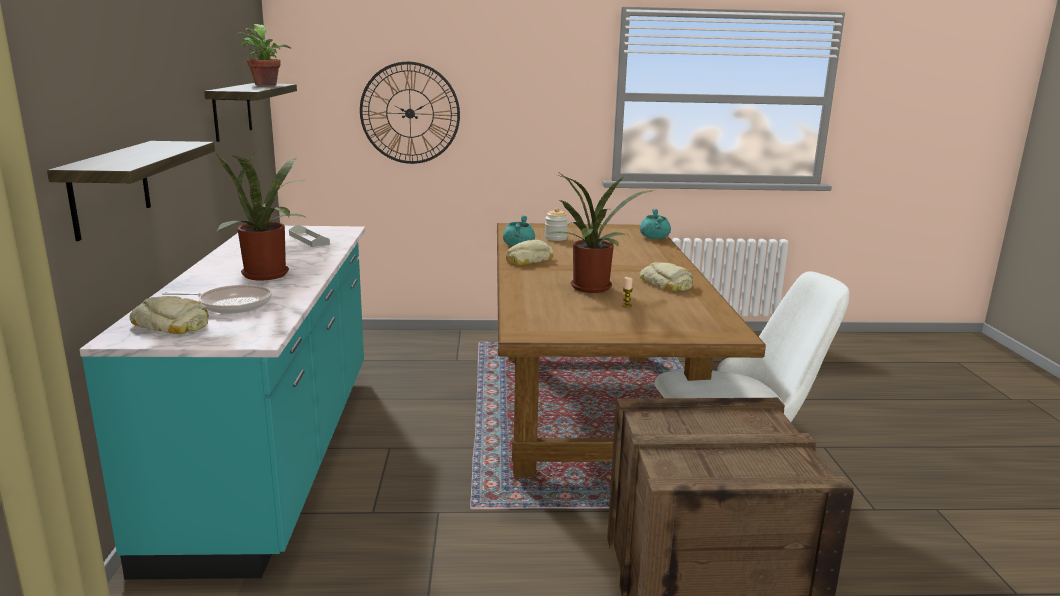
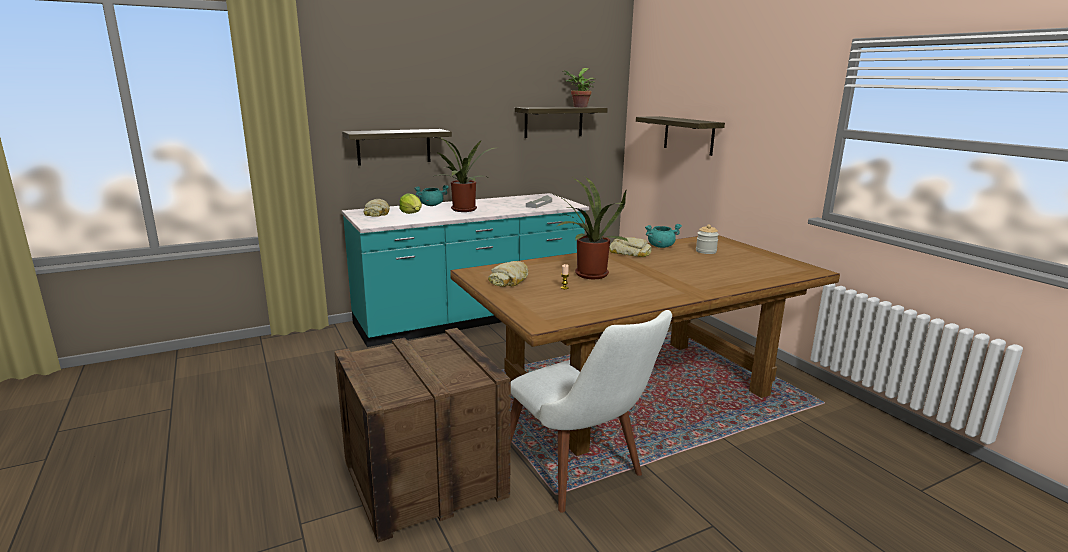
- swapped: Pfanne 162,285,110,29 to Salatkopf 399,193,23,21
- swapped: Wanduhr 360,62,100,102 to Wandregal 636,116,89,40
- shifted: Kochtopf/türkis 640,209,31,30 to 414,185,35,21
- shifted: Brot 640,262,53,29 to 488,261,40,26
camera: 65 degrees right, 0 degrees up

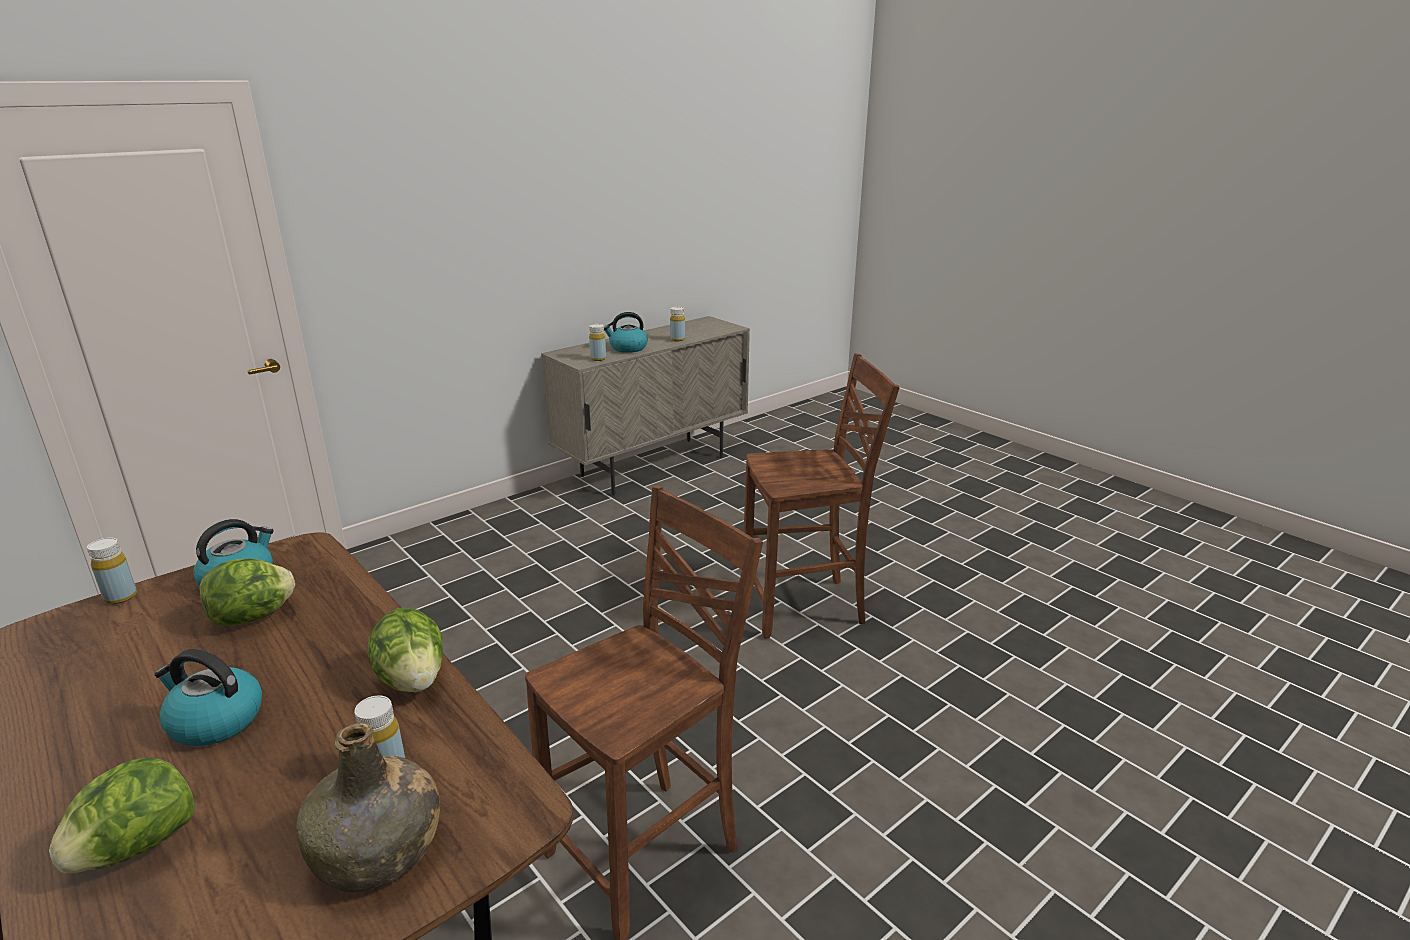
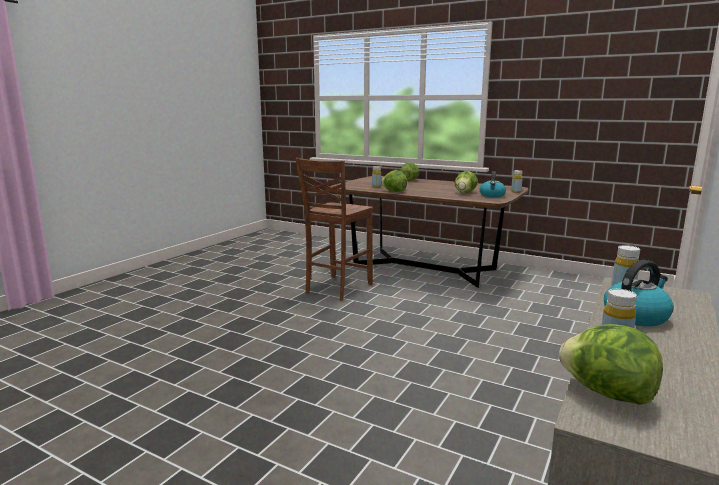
- gone: Wasserkessel 155,649,107,97
- gone: Flasche/grün 296,723,144,169
- gone: Stuhl/braun 744,353,155,286
- new: Salatkopf 559,324,104,81
camera: 160 degrees right, 10 degrees down

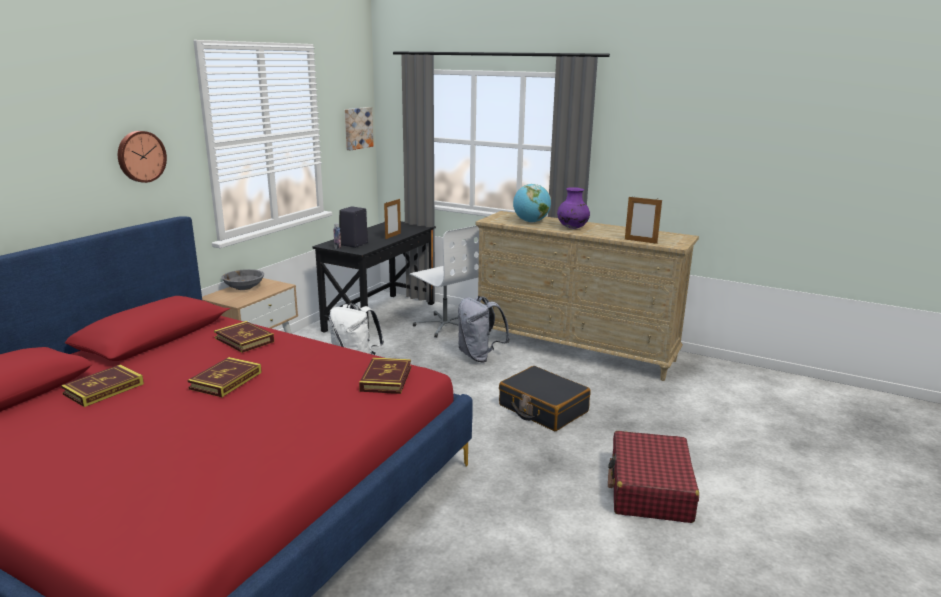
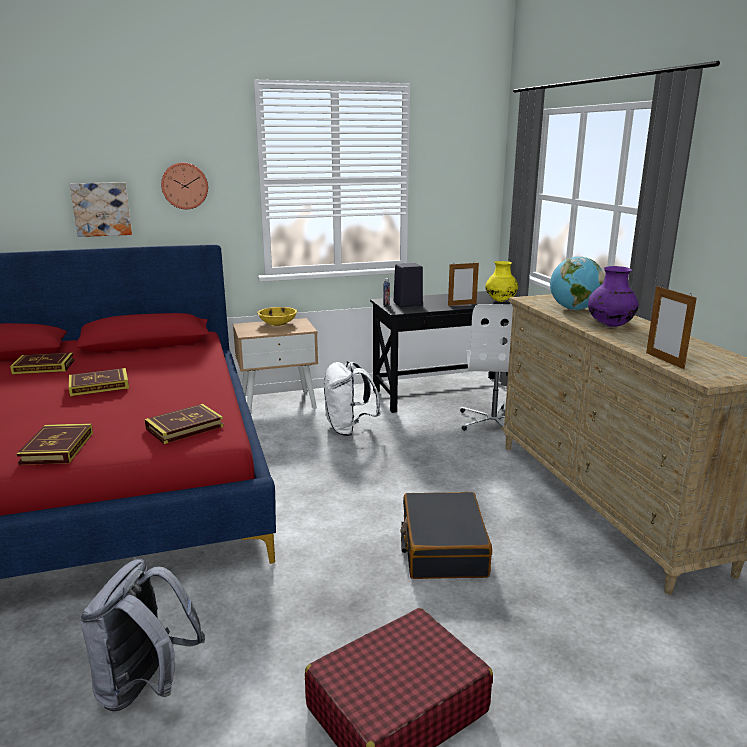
- shifted: Buch 214,321,60,32 to 16,423,77,42
- repainted: Schüssel/grau 222,269,42,21 to Schüssel/gelb 257,307,40,19
- shifted: Bild 345,107,29,43 to 70,182,62,55
- shifted: Rucksack/grau 458,296,52,66 to 81,559,124,153
- new: Vase/gelb 485,261,33,41
camera: 45 degrees right, 0 degrees up

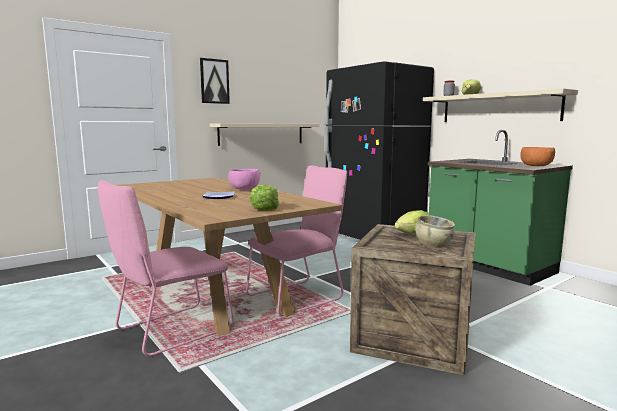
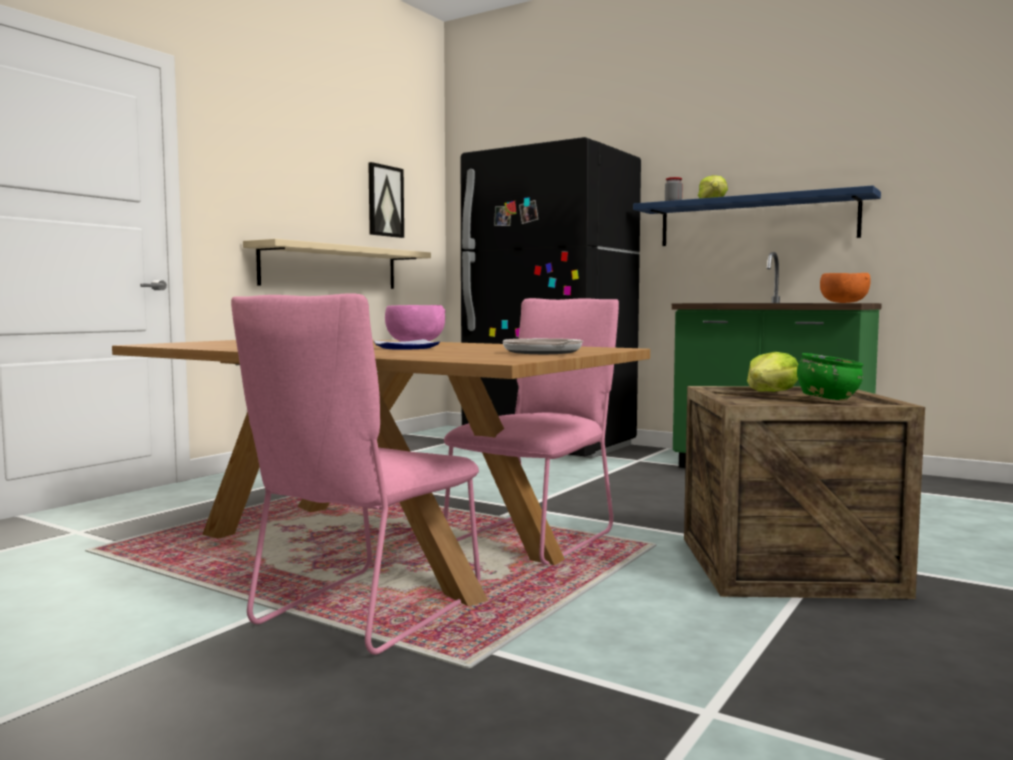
- shifted: Bild 200,58,30,46 to 368,162,36,76
- swapped: Salatkopf 249,185,30,25 to Pfanne 503,338,80,16
- repainted: Schüssel/beige 415,215,40,33 to Schüssel/grün 797,353,67,48
- repainted: Wandregal/beige 423,88,155,34 to Wandregal/blau 633,185,248,61
camera: 20 degrees left, 5 degrees down

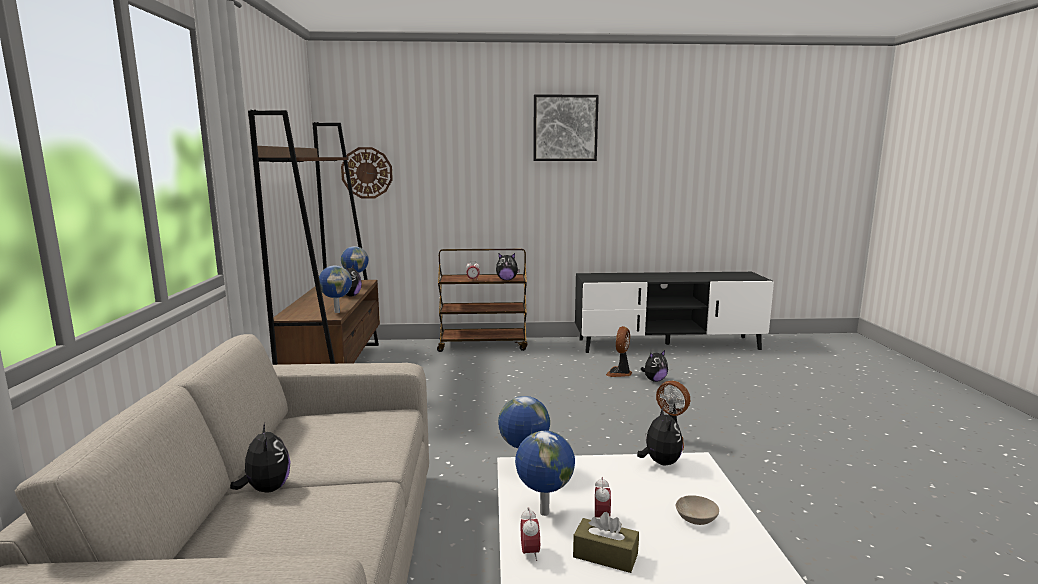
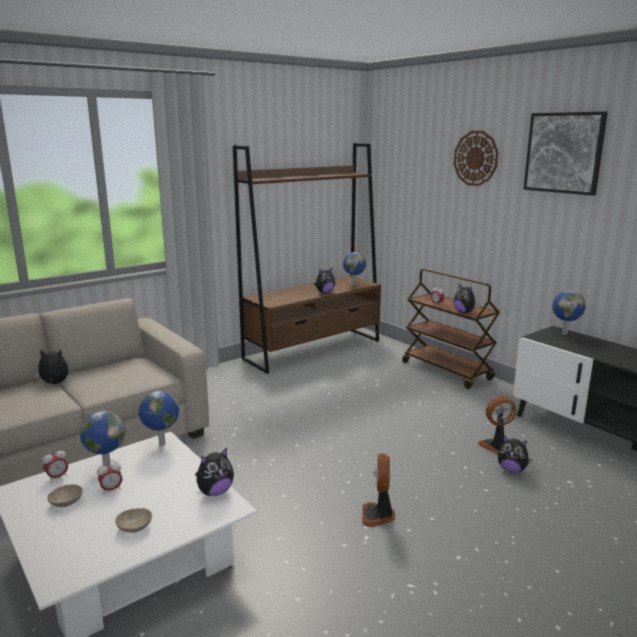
- rotated: Plüschtier 230,423,61,70 = 33,349,36,35 120 degrees counterclockwise
- shifted: Globus 319,265,33,48 to 552,291,33,44
- shifted: Wanduhr 341,147,52,51 to 454,131,44,55
- swapped: Taschentuchbox/braun 573,512,66,61 to Schüssel/beige 47,484,36,23
camera: 55 degrees right, 5 degrees up

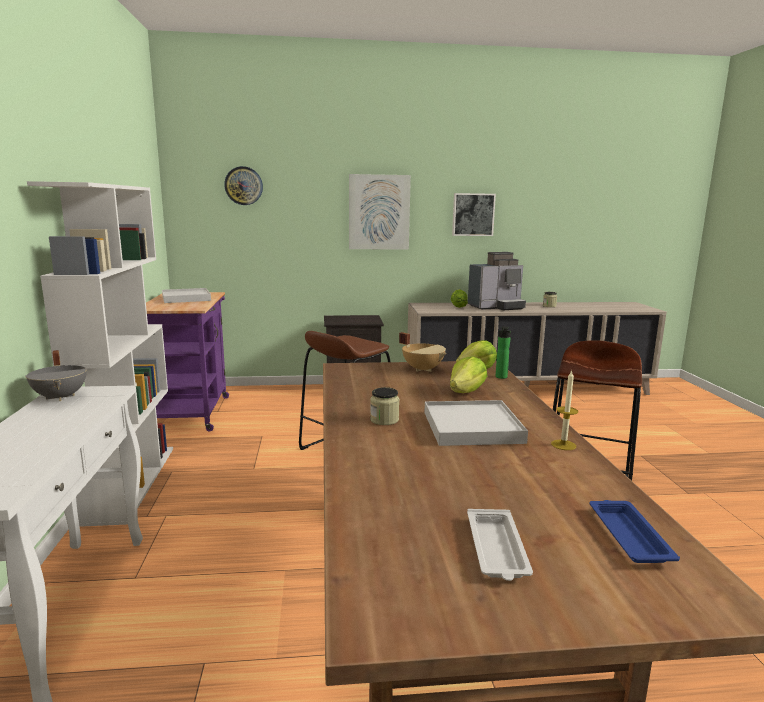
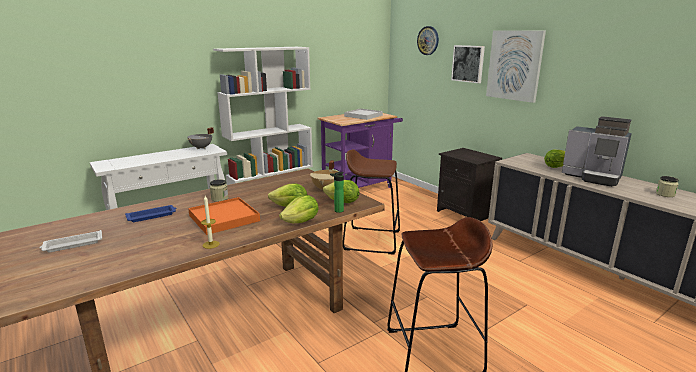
- repainted: Tablett/weiß 424,400,104,46 to Tablett/orange 188,197,72,38
- shifted: Bild 452,193,44,43 to 451,45,34,38
- shifted: Tablett/blau 590,500,90,63 to 125,205,51,17
- new: Salatkopf 279,195,40,28
camera: 60 degrees right, 5 degrees up

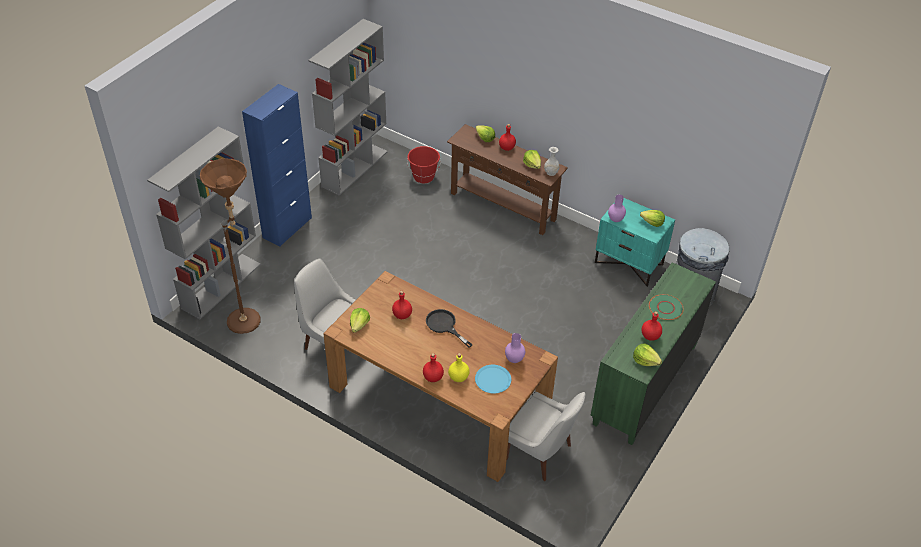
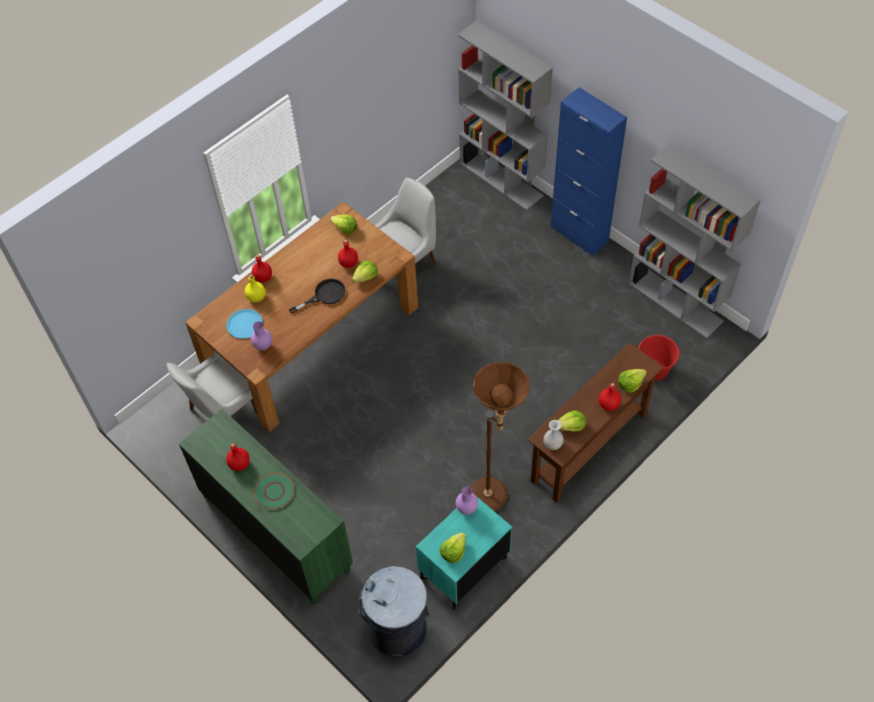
- shifted: Stehlampe/braun 200,159,60,175 to 470,362,60,150
- shifted: Salatkopf 633,343,29,23 to 352,261,26,22
camera: 105 degrees right, 10 degrees up

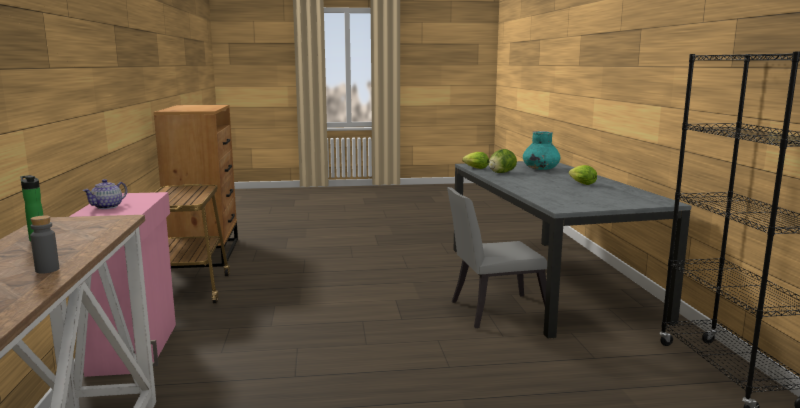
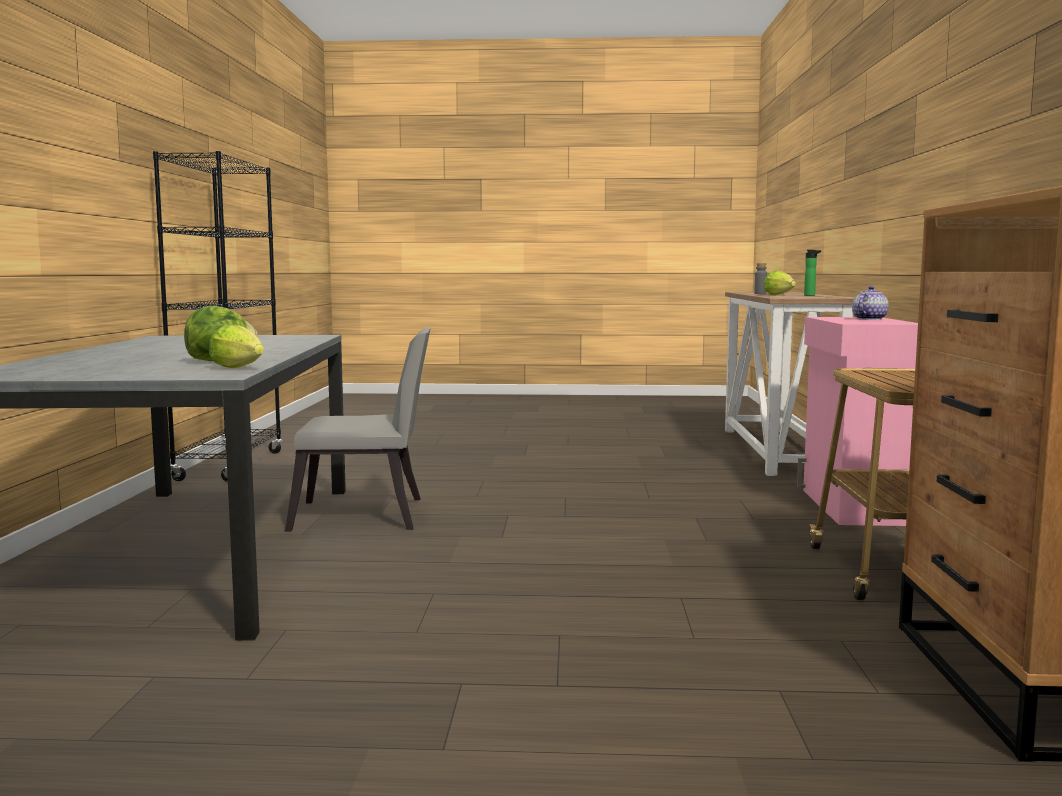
- gone: Vase/türkis 523,131,38,39
- shifted: Salatkopf 569,165,28,20 to 763,271,33,24
camera: 170 degrees left, 5 degrees down

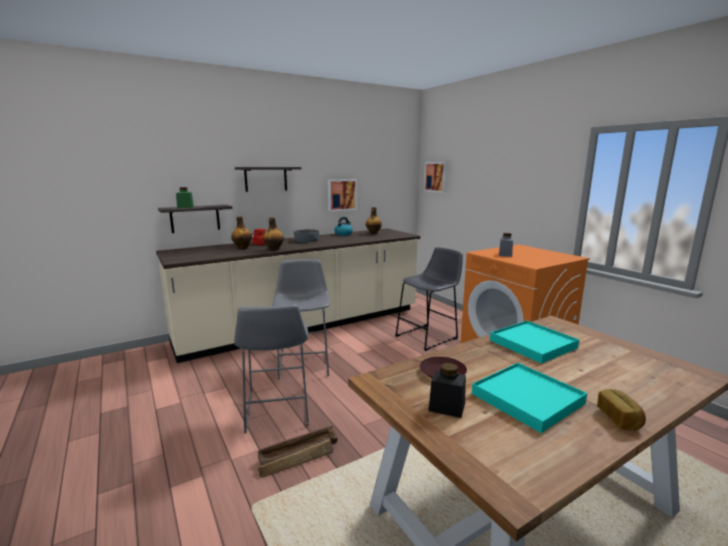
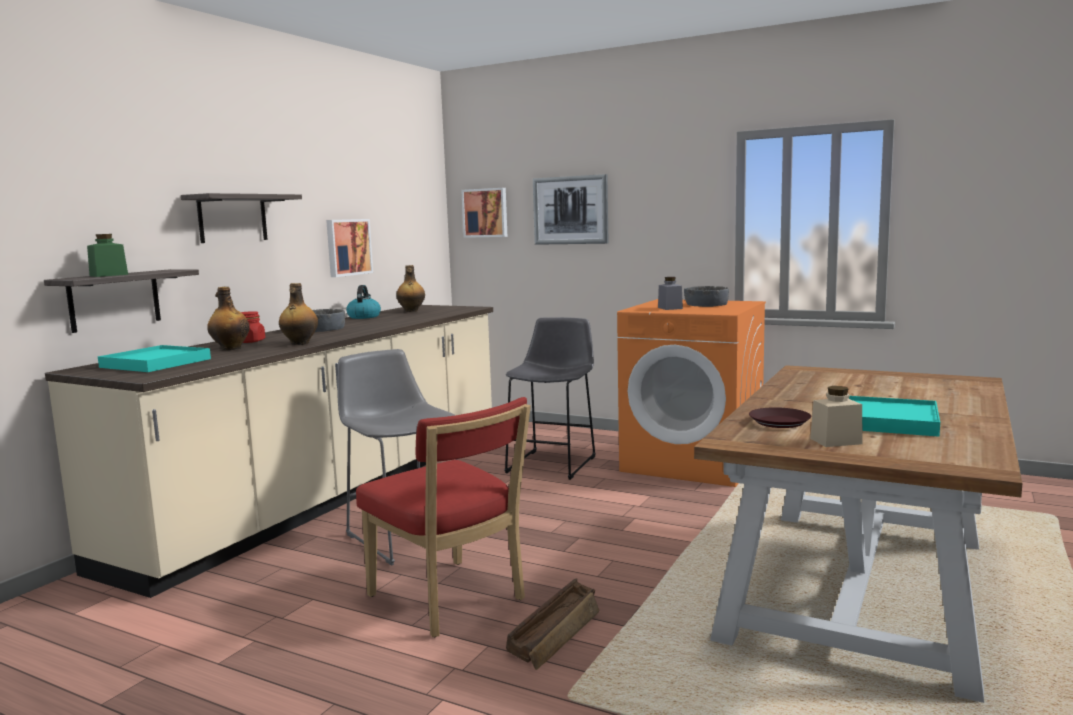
- swapped: Hocker/grau 234,304,75,129 to Stuhl/rot 356,397,175,240
- repainted: Vorratsglas/schwarz 429,363,37,55 to Vorratsglas/beige 810,386,53,61
- shifted: Tablett/türkis 490,321,89,43 to 98,345,113,27
- gone: Brot 597,389,49,42
- new: Bild 533,174,75,71
- new: Schüssel/grau 684,286,45,21
camera: 30 degrees left, 5 degrees down

